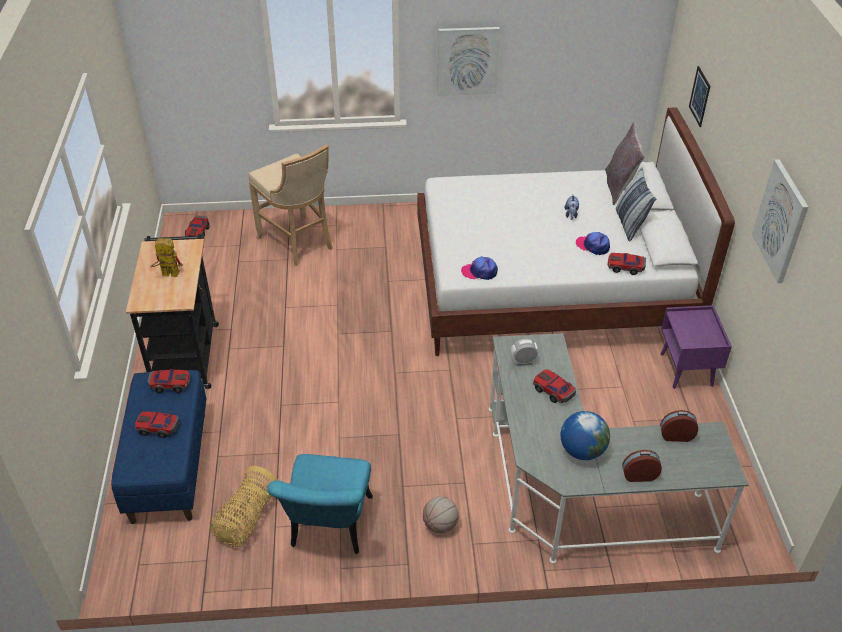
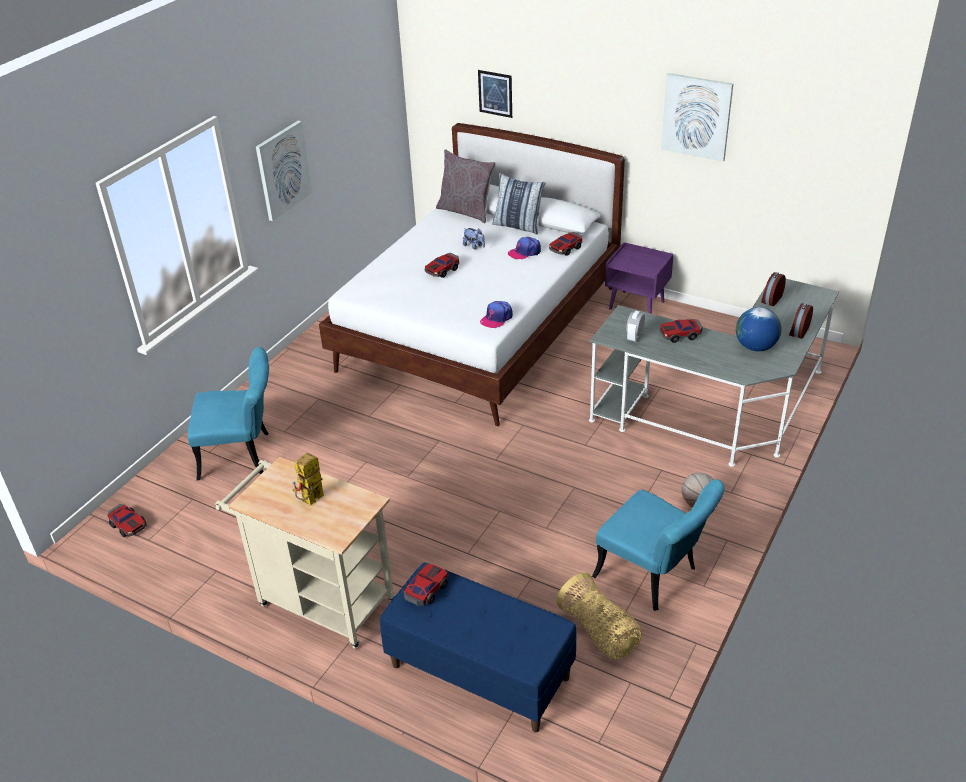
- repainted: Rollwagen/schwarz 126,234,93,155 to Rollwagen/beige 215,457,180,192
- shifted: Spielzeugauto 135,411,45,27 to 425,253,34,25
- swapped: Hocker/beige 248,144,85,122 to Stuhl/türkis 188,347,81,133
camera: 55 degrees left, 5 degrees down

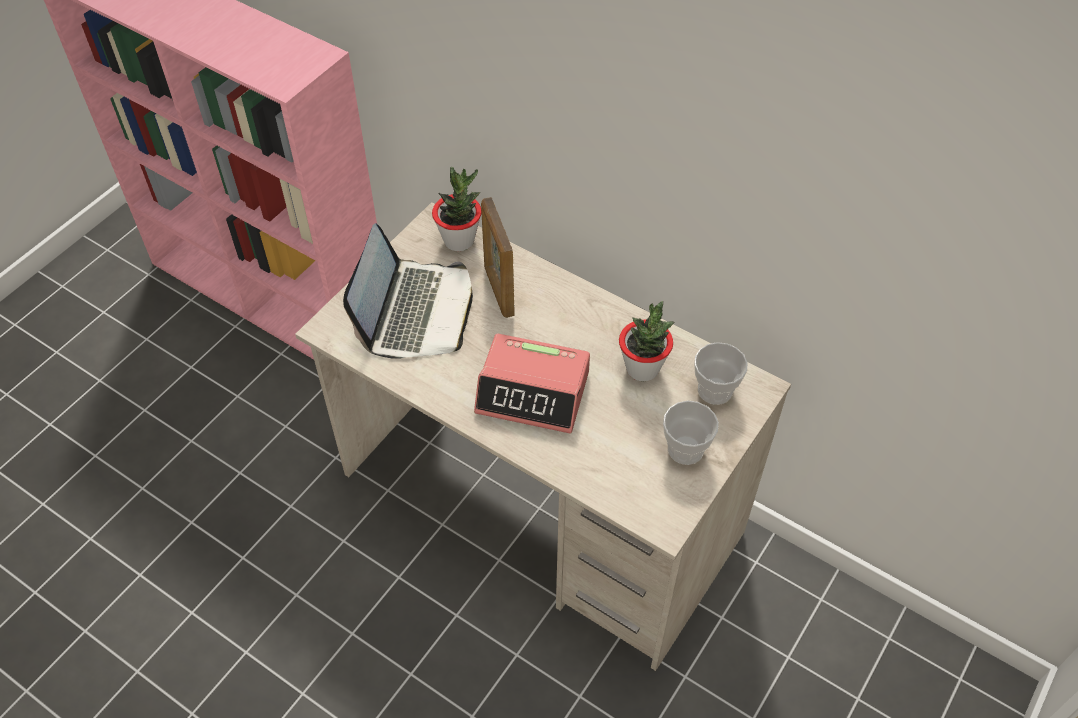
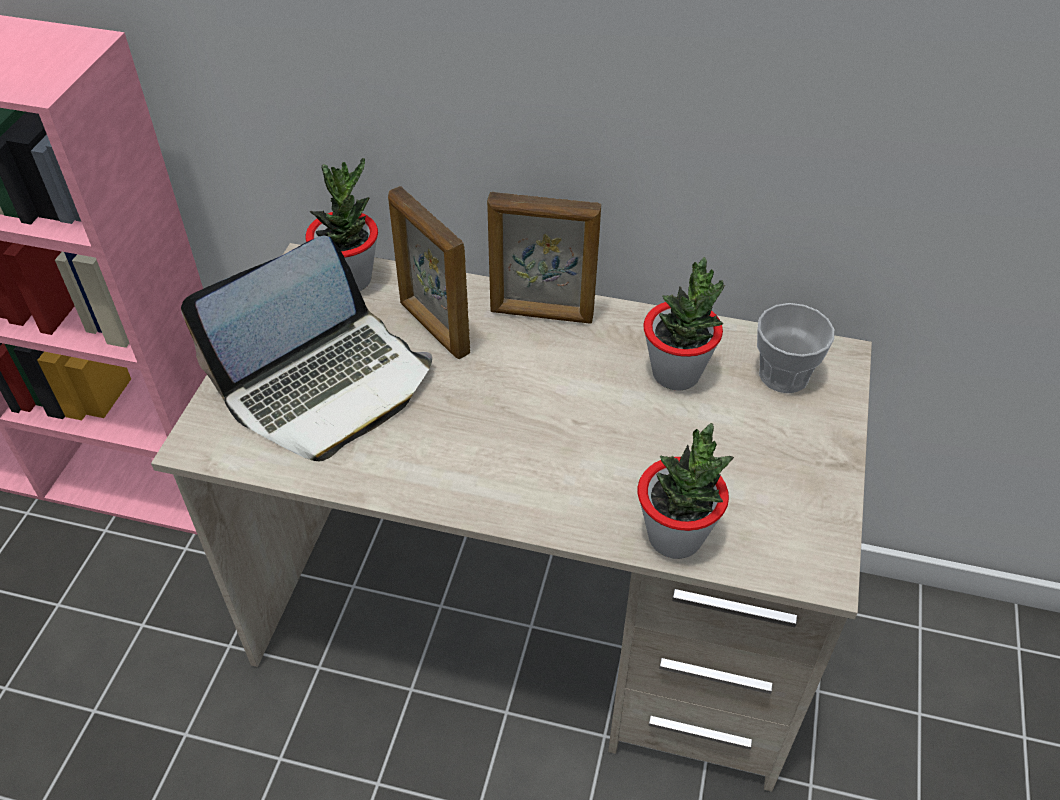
- rotated: Laptop 343,223,130,136 = 181,235,251,226 60 degrees clockwise
- gone: Wecker 474,334,116,100
- gone: Tasse 663,400,56,65
- new: Bilderrahmen 487,192,114,131
- new: Topfpflanze 638,423,96,136
camera: 20 degrees left, 5 degrees down

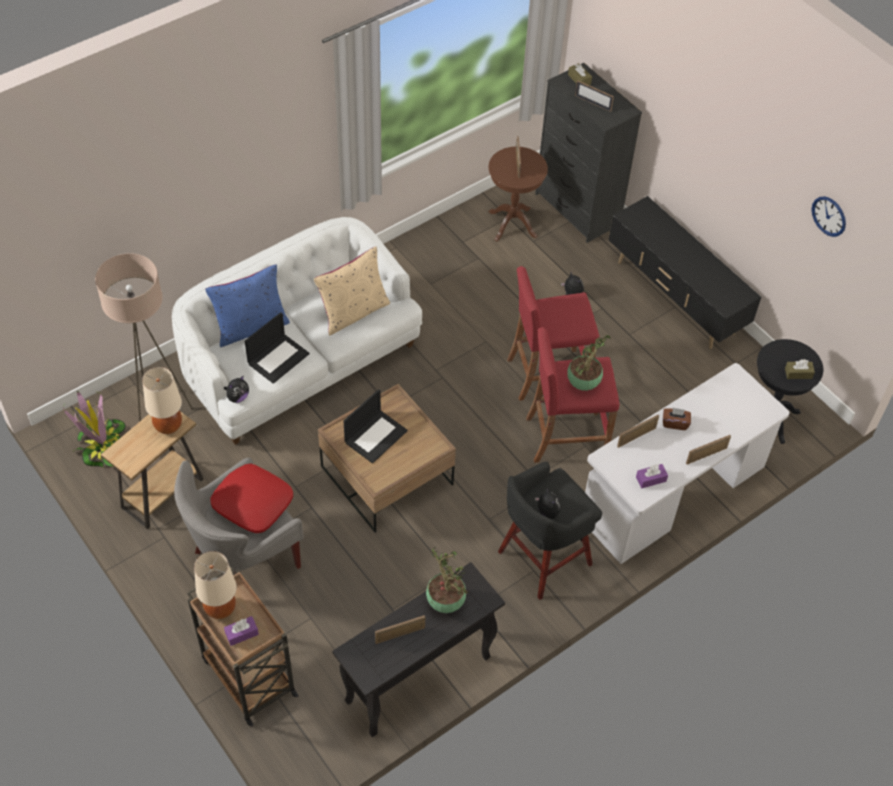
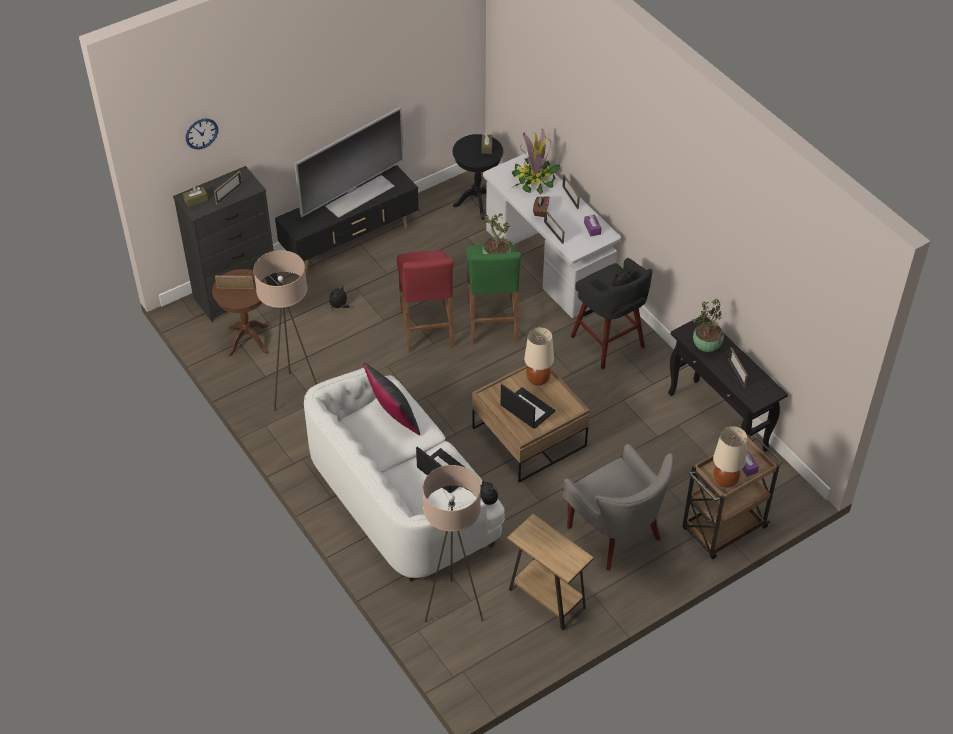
- shifted: Topfpflanze 63,391,63,77 to 511,128,49,66
- shifted: Tischlampe/beige 142,367,40,67 to 524,327,30,59
- gone: Kissen/blau 205,265,85,82
- gone: Kissen/rot 210,463,83,70
- repainted: Kissen/beige 314,247,76,89 to Kissen/schwarz 363,363,57,72
- repainted: Hocker/rot 526,327,94,136 to Hocker/grün 466,245,55,100
- shifted: Wanduhr 811,196,35,41 to 186,119,32,30
- new: Stehlampe/beige 253,250,64,161
- new: Fernseher 294,107,110,111
camera: 85 degrees left, 5 degrees down

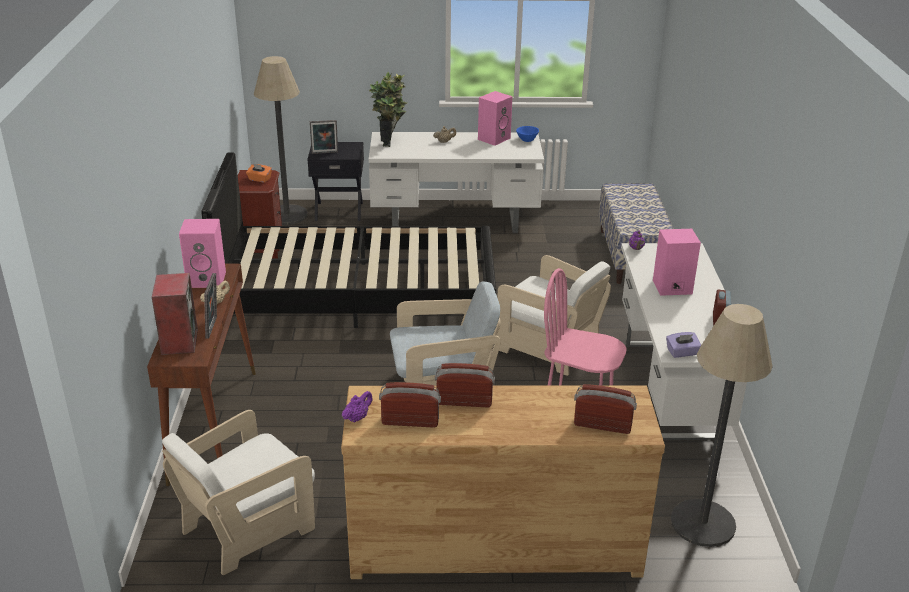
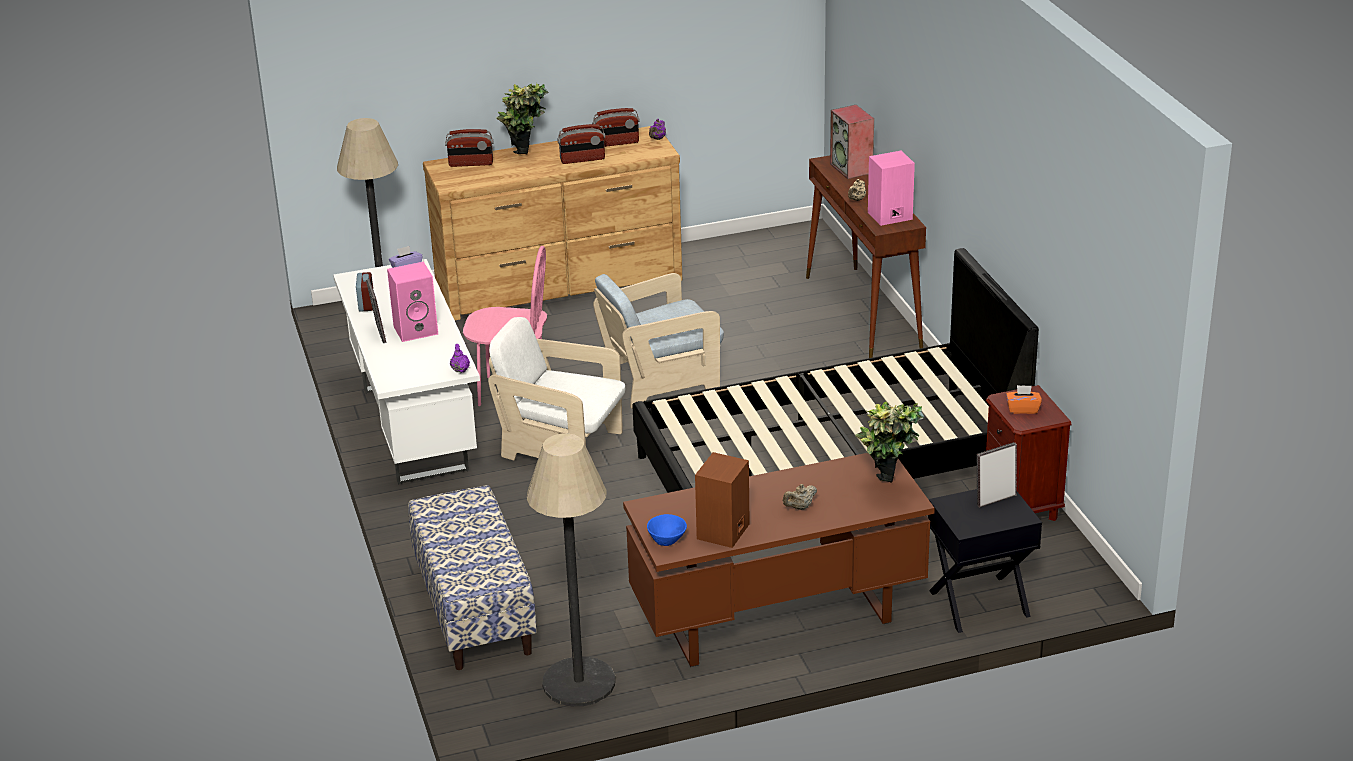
- gone: Sessel/weiß 162,410,153,165
- shifted: Bilderrahmen 204,273,13,66 to 366,279,20,64
- shifted: Stehlampe 254,56,54,169 to 527,433,88,273
- repainted: Schreibtisch/weiß 369,132,175,101 to Schreibtisch/braun 623,453,312,214
- repainted: Lautsprecher/rosa 478,91,34,55 to Lautsprecher/braun 695,452,55,96
- new: Topfpflanze 496,83,52,71
camera: 165 degrees right, 0 degrees up

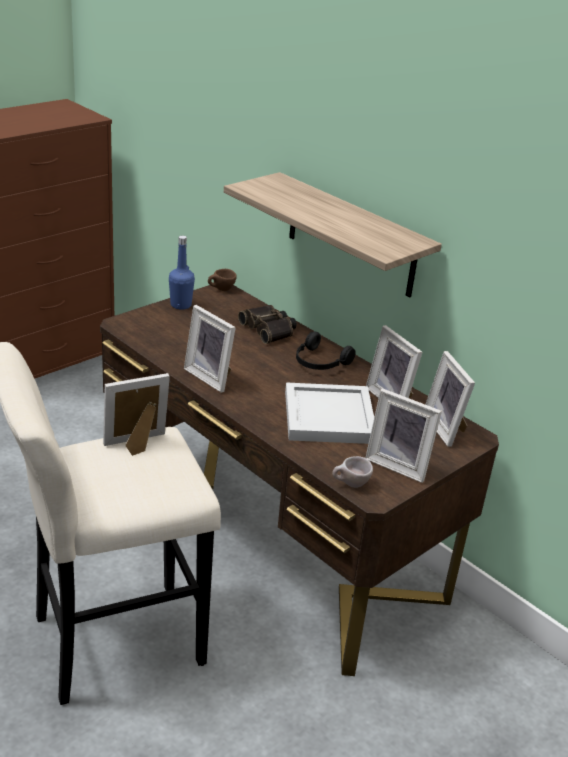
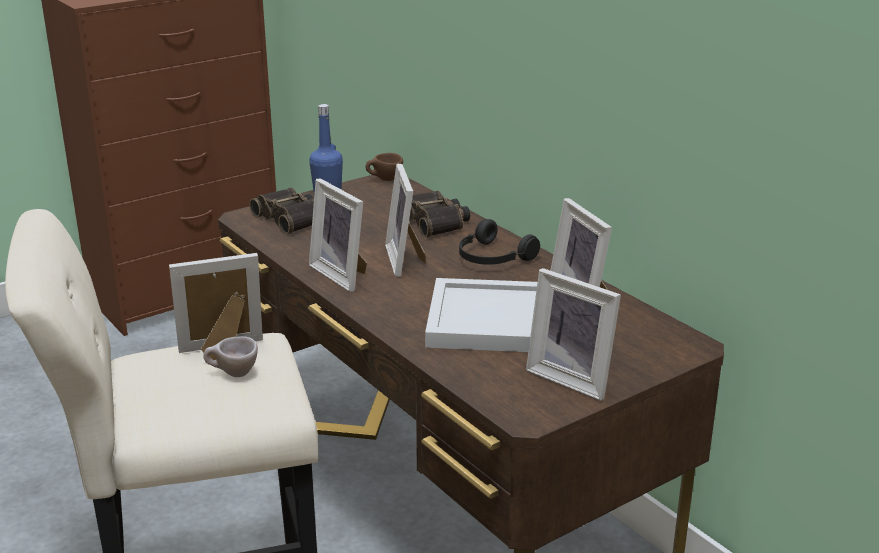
- gone: Wandregal 224,172,218,125
- shifted: Tasse/beige 332,456,41,32 to 203,336,55,41
- shifted: Bilderrahmen 425,351,50,96 to 385,164,41,113
- new: Fernglas 249,187,65,47
camera: 10 degrees right, 5 degrees down

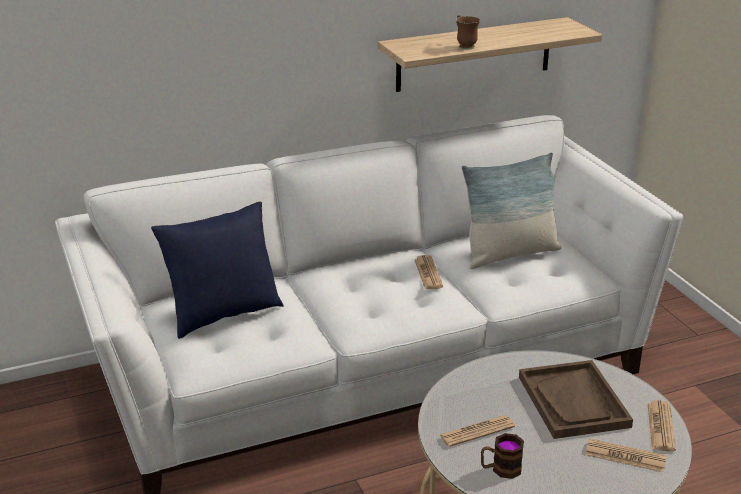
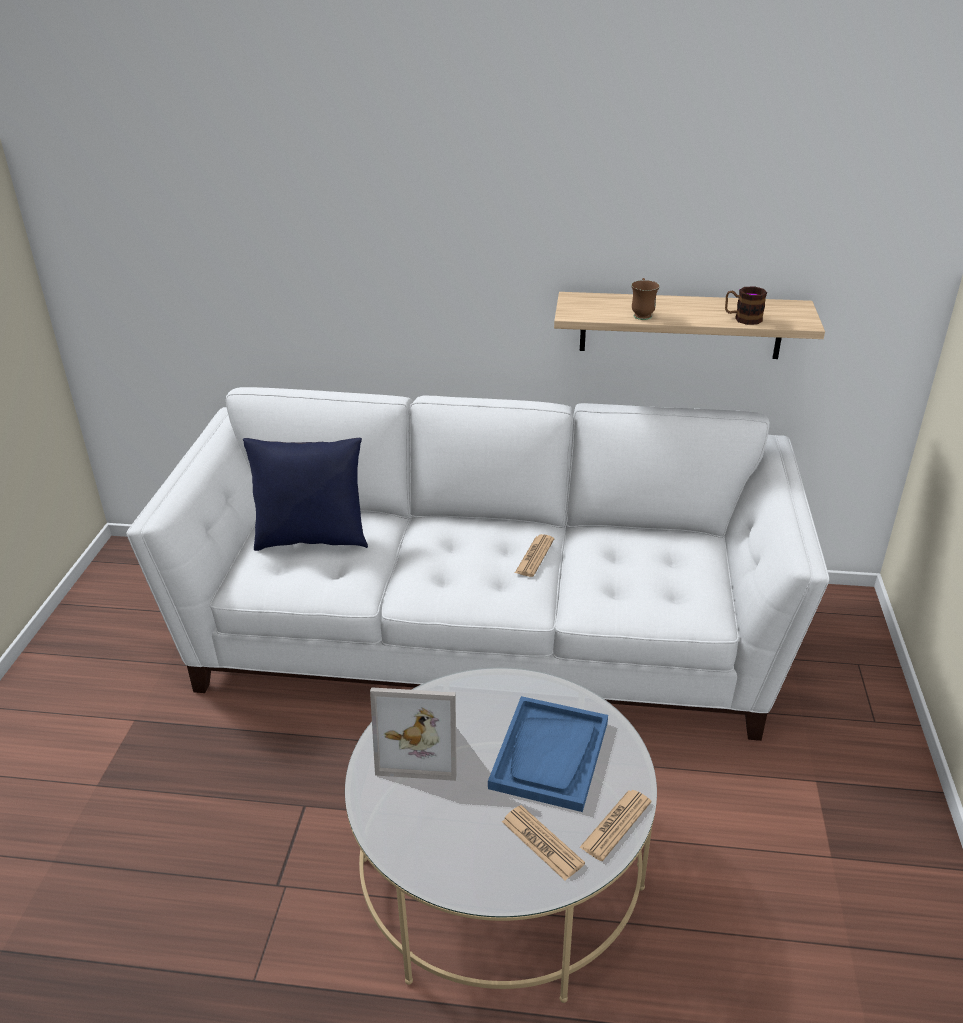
- swapped: Zeitung 440,415,75,32 to Bilderrahmen 370,687,87,94
- gone: Kissen 462,152,99,117
- shifted: Henkelbecher 481,433,43,46 to 725,286,42,39
- repainted: Tablett/braun 519,360,114,79 to Tablett/blau 488,696,120,116
camera: 30 degrees right, 5 degrees up

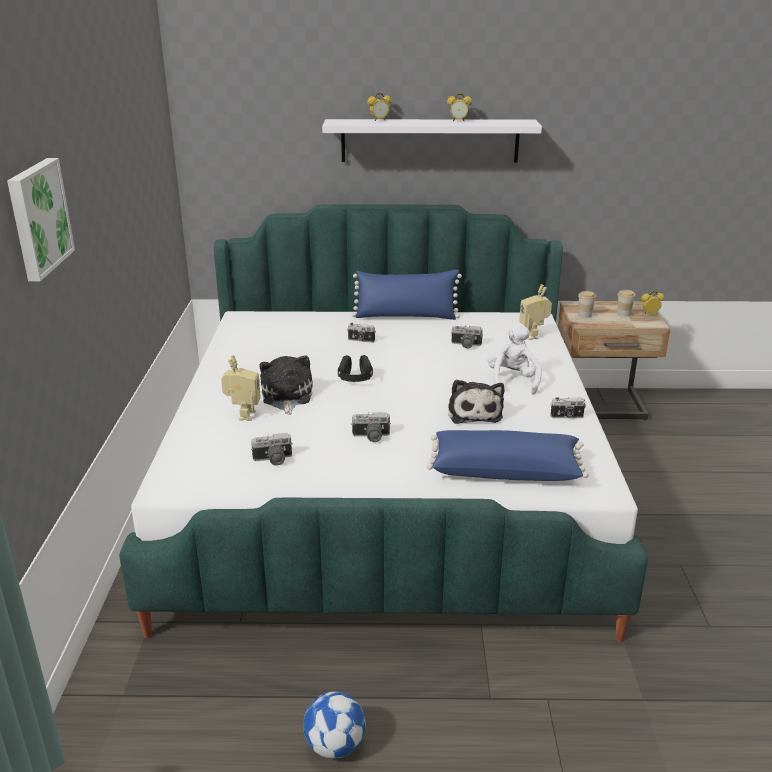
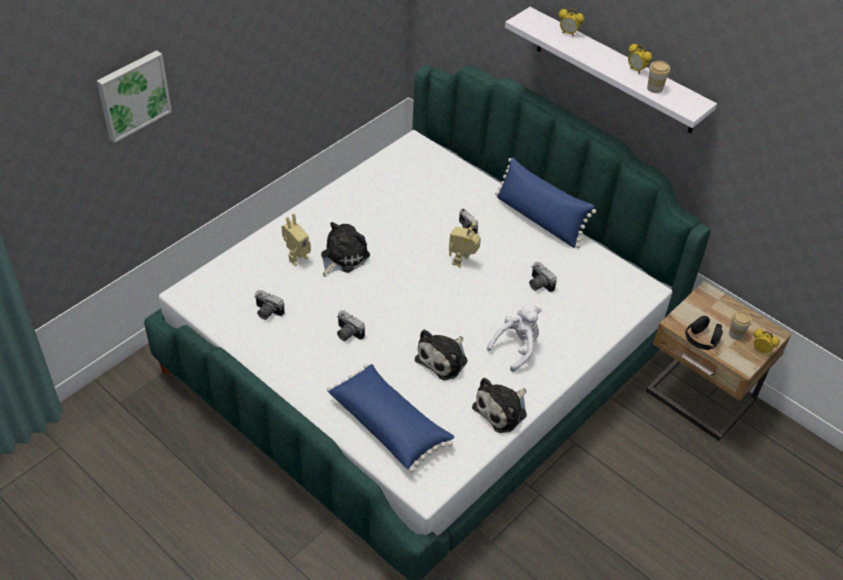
- gone: Fußball 303,692,62,66
- shifted: Kopfhörer/schwarz 338,355,35,27 to 685,316,38,34
- shifted: Spielzeugroboter 519,284,33,56 to 449,223,32,45
- swapped: Kamera 550,397,36,21 to Plüschtier 472,378,55,55
- shifted: Tasse 578,291,18,27 to 647,61,23,32
camera: 40 degrees right, 20 degrees up

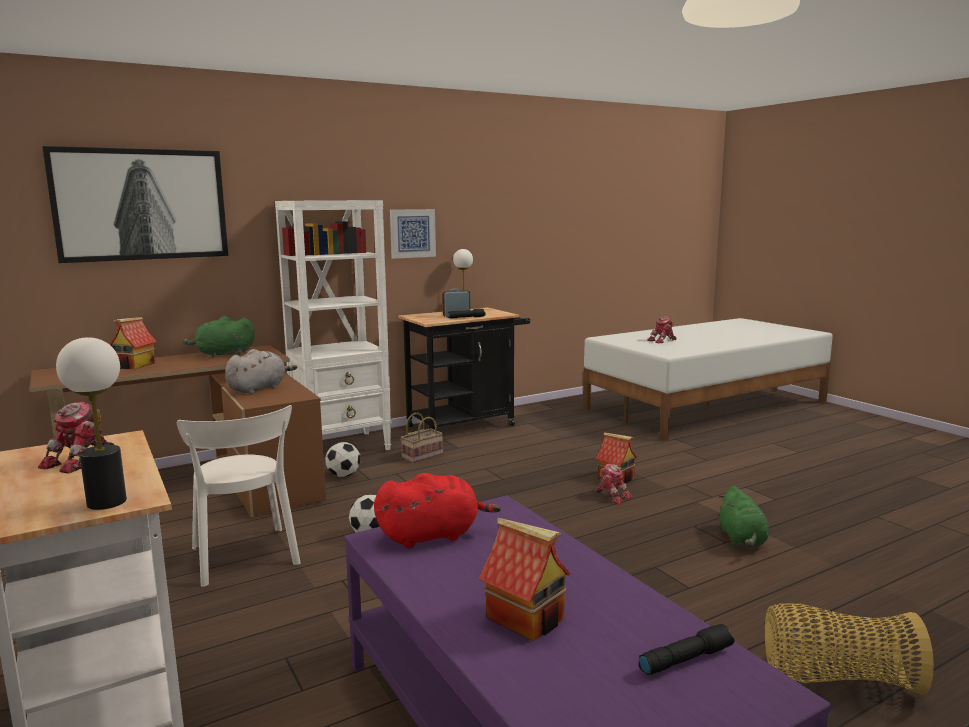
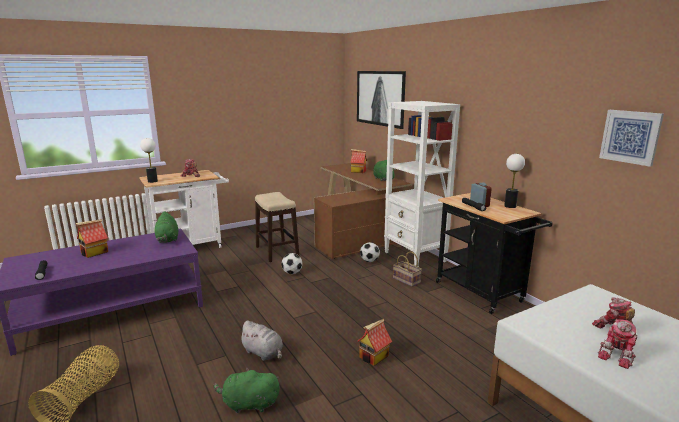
- swapped: Stuhl/weiß 177,405,124,182 to Hocker 255,192,44,70
- shifted: Plüschtier/grau 225,349,72,45 to 238,321,45,40
- repainted: Plüschtier/rot 374,473,127,75 to Plüschtier/grün 153,211,25,32
- shifted: Bild 390,209,46,50 to 599,110,65,57
- shifted: Spielzeugroboter 594,464,38,40 to 598,319,39,50
camera: 90 degrees right, 5 degrees up

